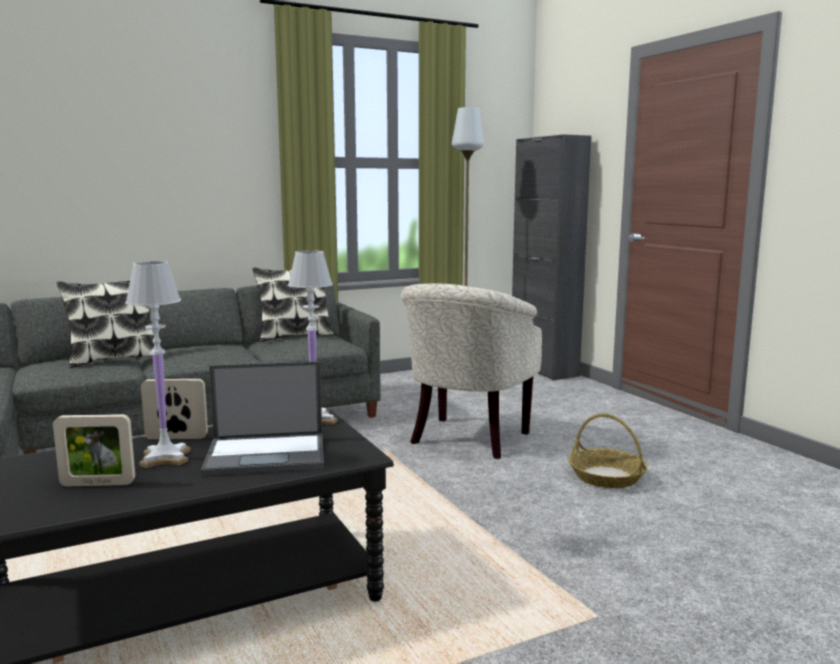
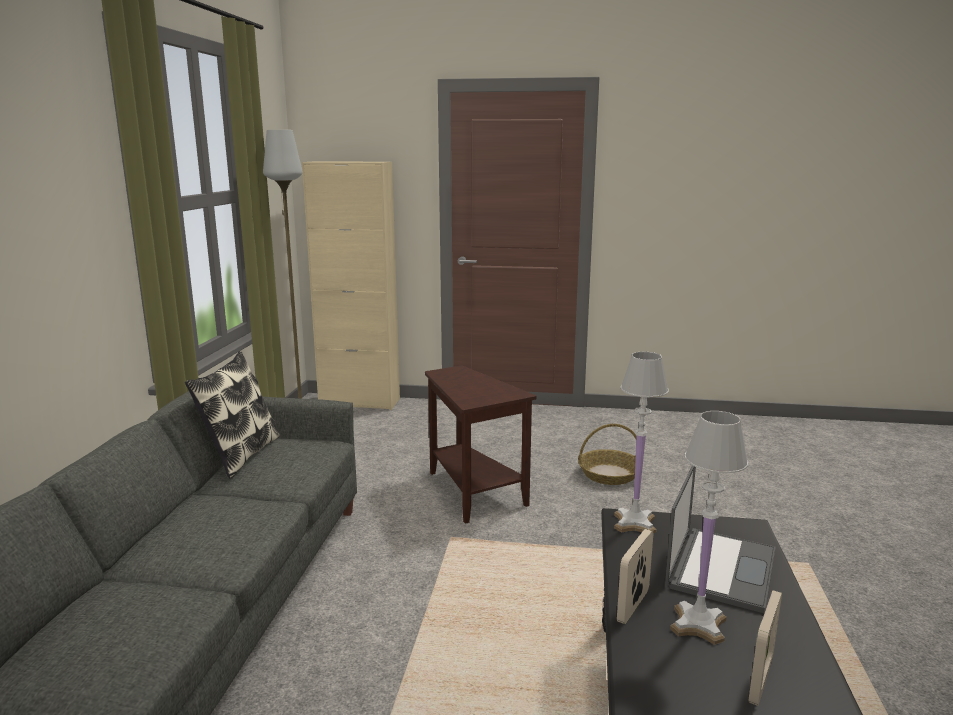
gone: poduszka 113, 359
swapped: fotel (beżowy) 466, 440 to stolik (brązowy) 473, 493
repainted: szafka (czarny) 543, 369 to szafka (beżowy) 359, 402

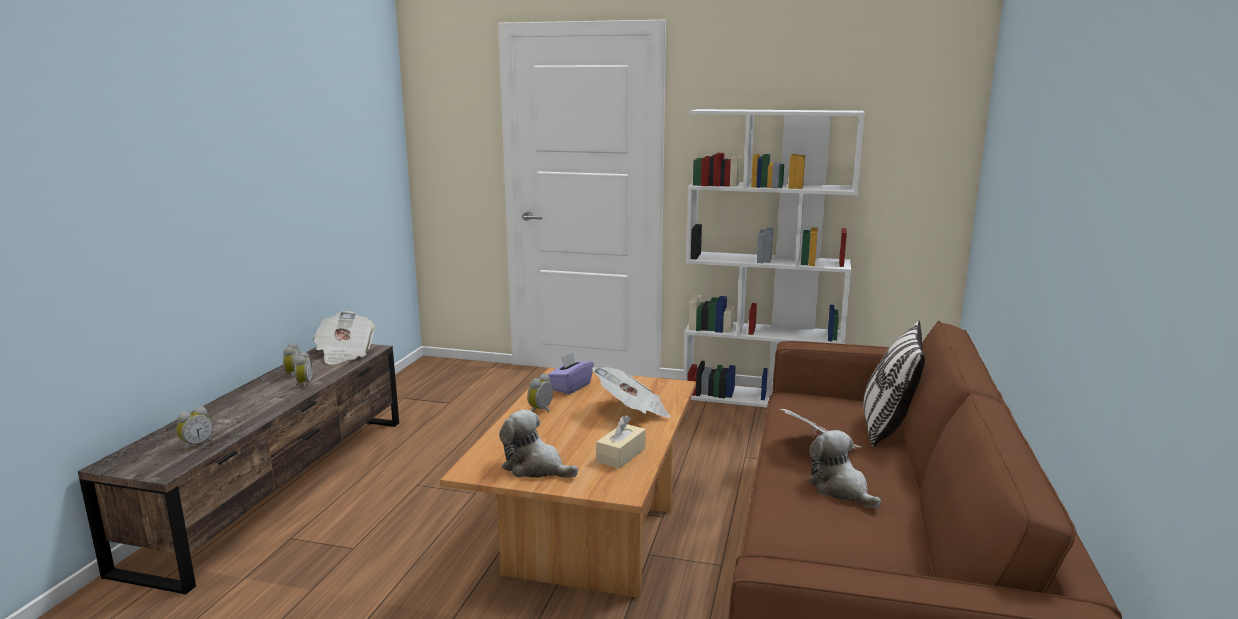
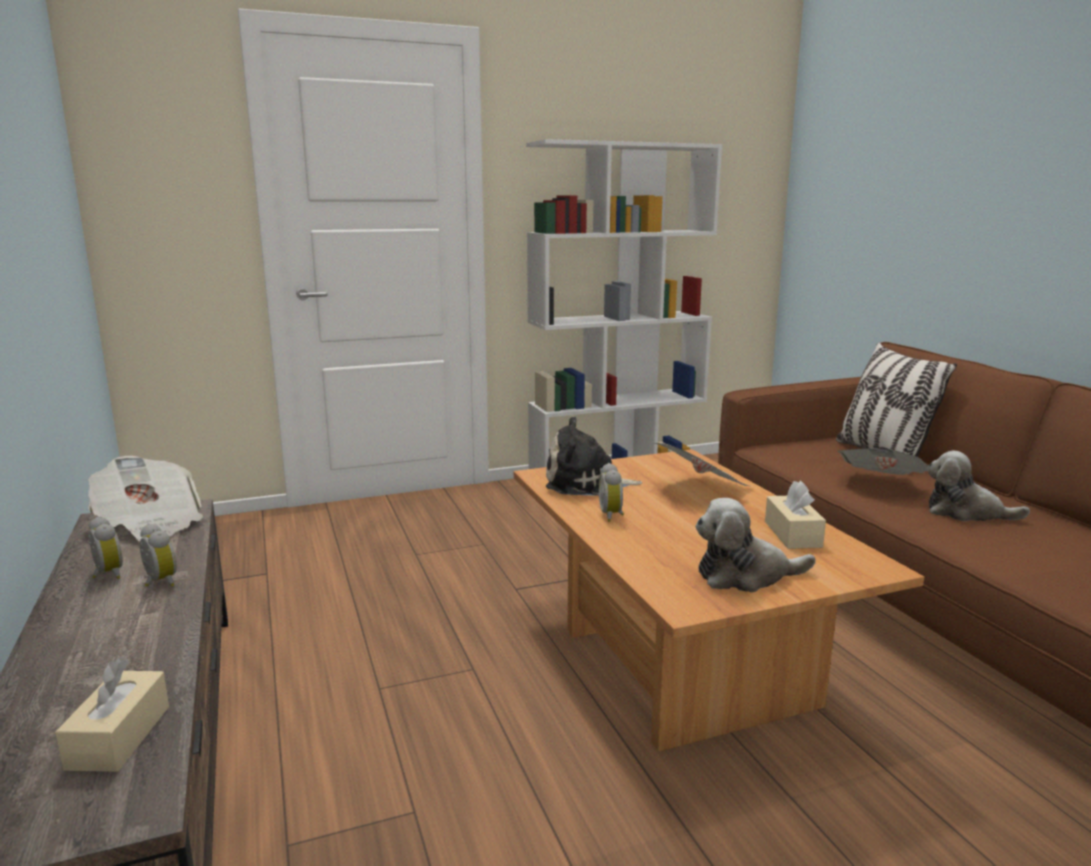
swapped: pudełko chusteczek (fioletowy) 570, 387 to pluszak 585, 484; budzik 196, 445 to pudełko chusteczek (beżowy) 119, 737

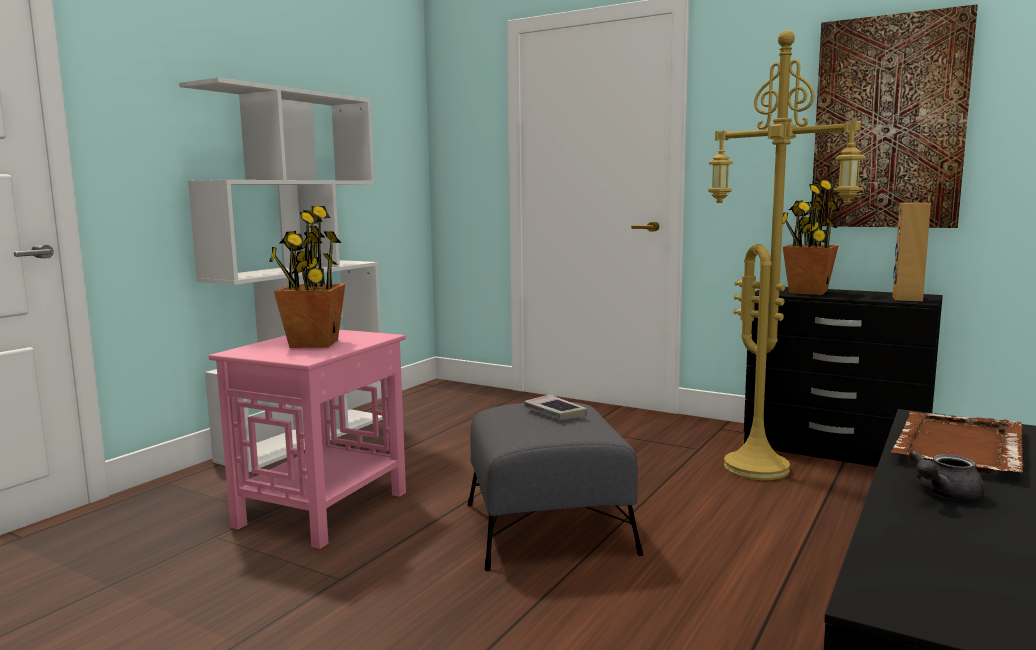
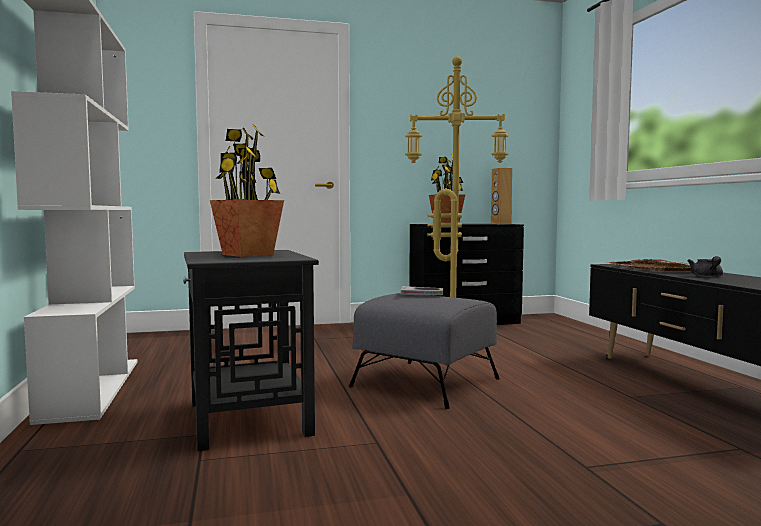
gone: obraz 888, 123
repainted: stolik (różowy) 321, 510 to stolik (czarny) 248, 419

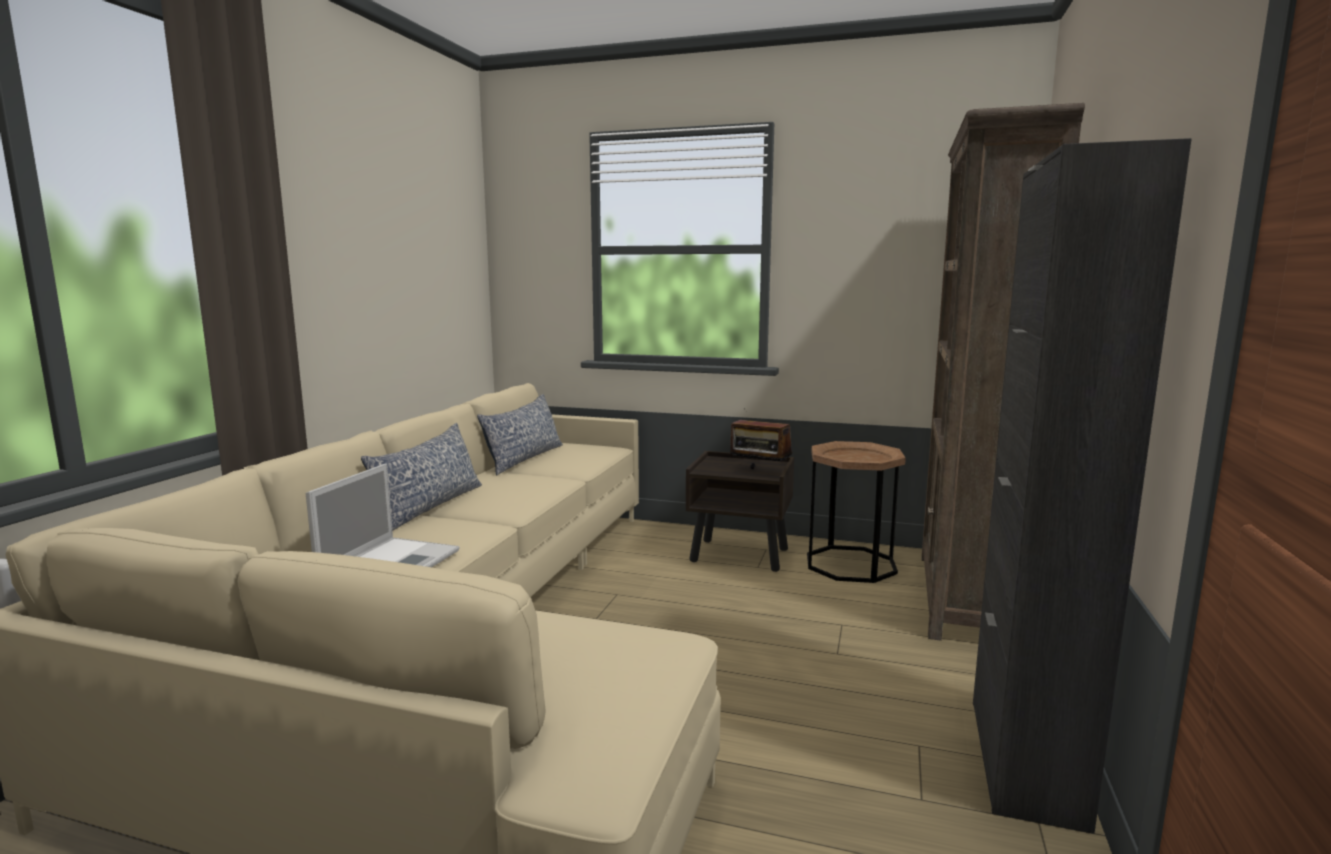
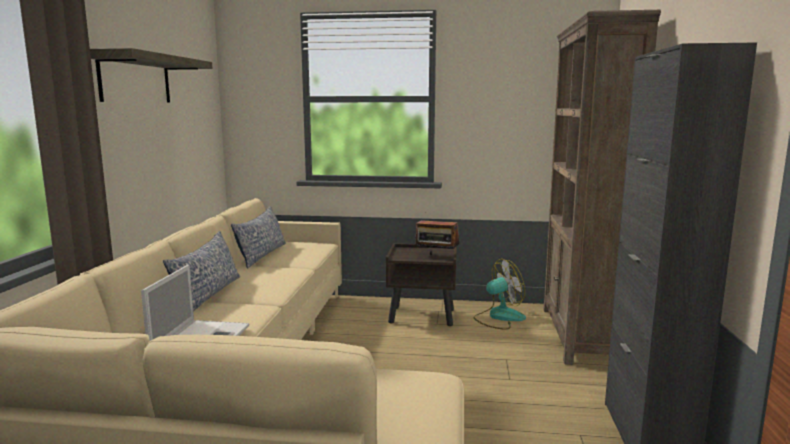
new: półka 135, 79
swapped: stolik (brązowy) 850, 564 to wentylator 499, 317

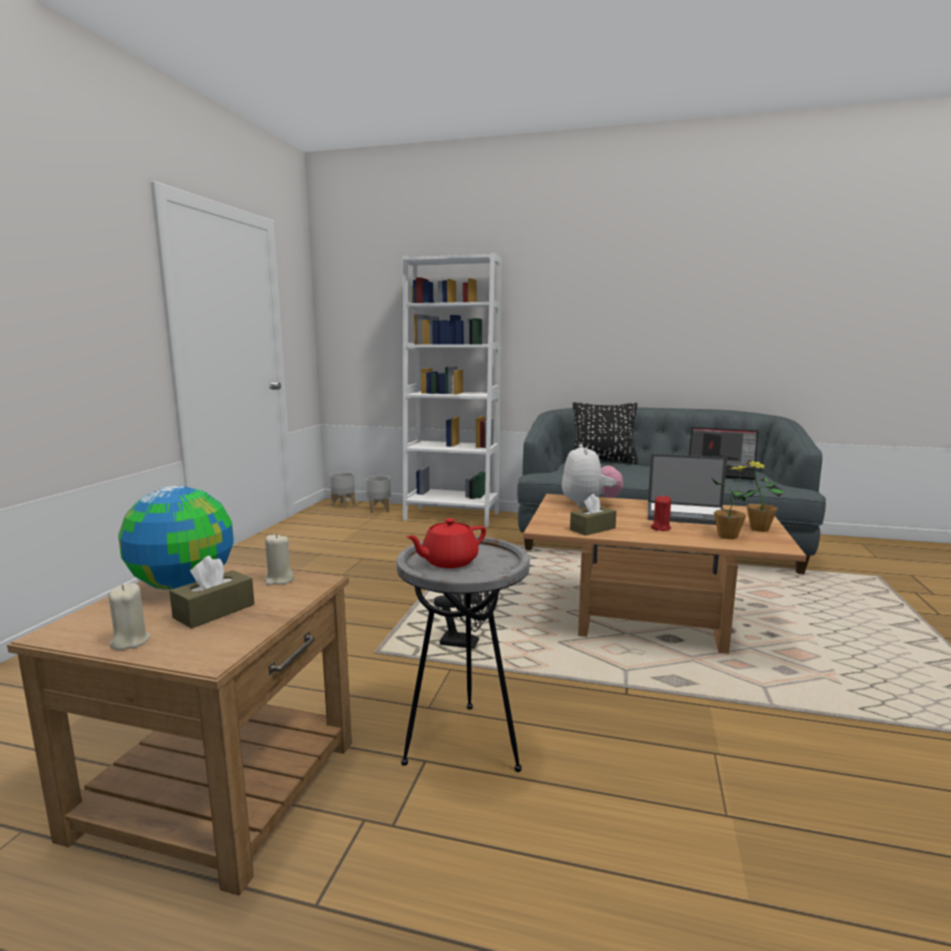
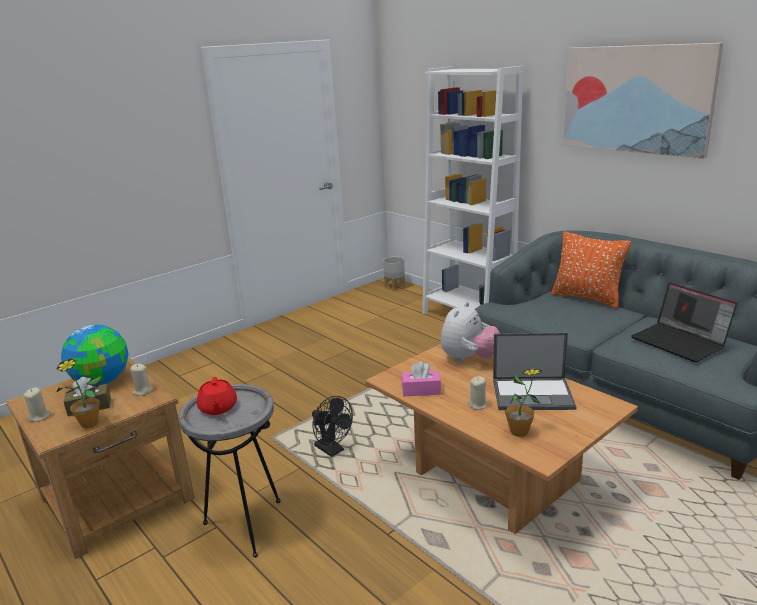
gone: donica (szary) 379, 510
new: obraz 636, 99
shifted: roślina doniczkowa 759, 529 to 89, 423
repainted: poduszka (czarny) 603, 462 to poduszka (pomarańczowy) 587, 298; pudełko chusteczek (brązowy) 592, 529 to pudełko chusteczek (różowy) 421, 390; świeca (czerwony) 660, 528 to świeca (beżowy) 478, 405
rotated: laptop 687, 514 = 533, 394 45 degrees counterclockwise; imbryk (czerwony) 448, 562 = 218, 408 105 degrees counterclockwise

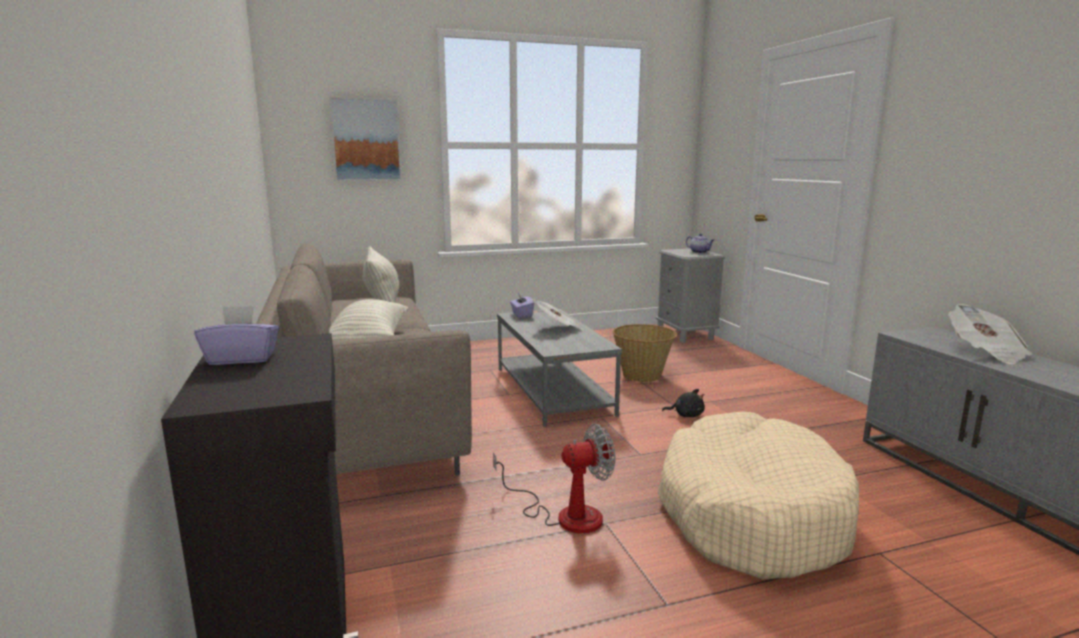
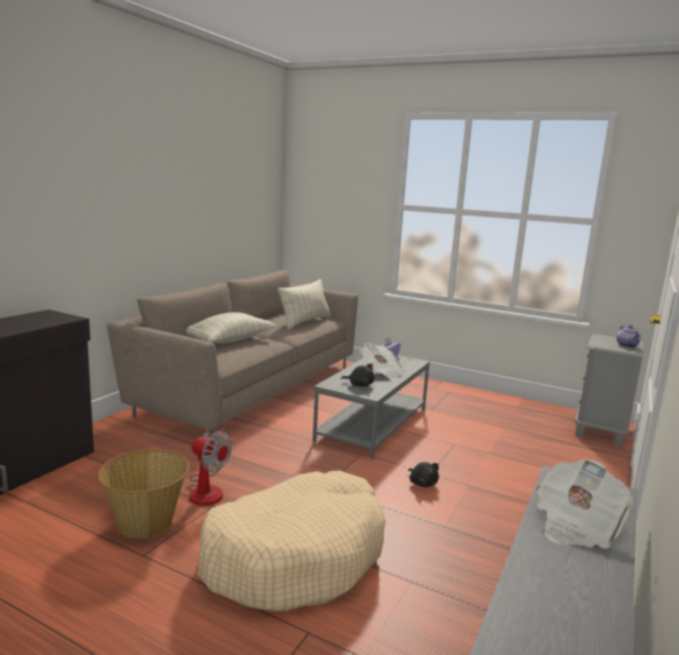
gone: obraz 366, 140; pudełko chusteczek (fioletowy) 242, 359
new: pluszak (czarny) 359, 385
shifted: koszyk 642, 375 to 146, 523

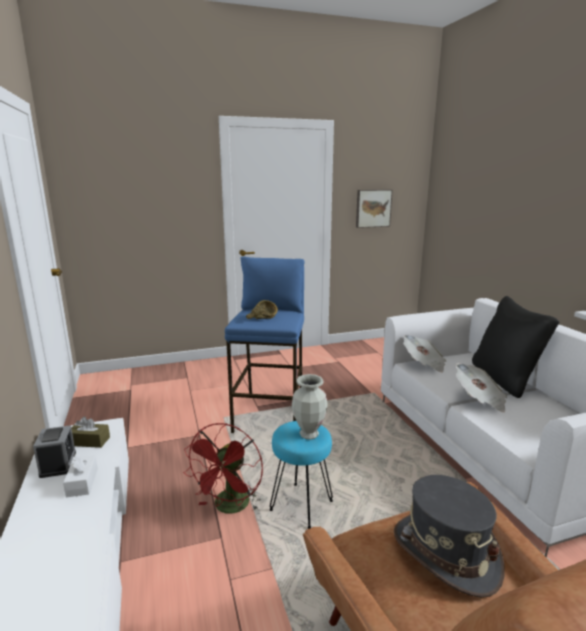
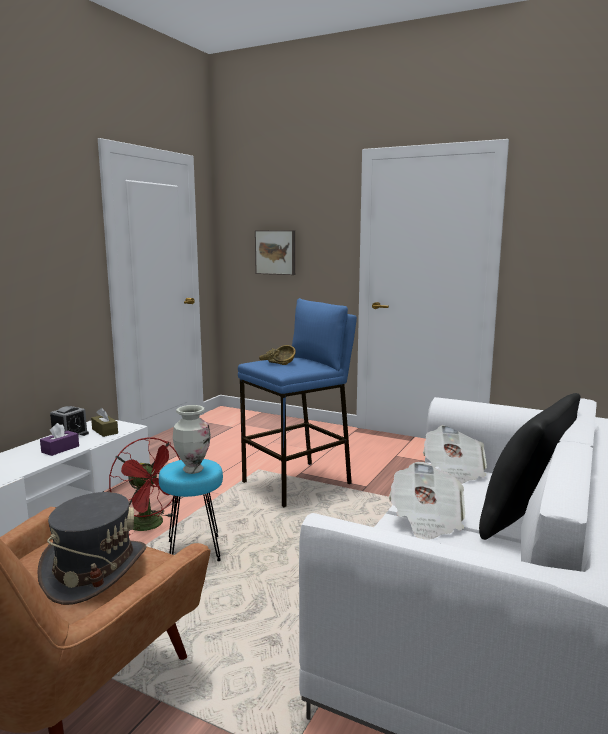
shifted: obraz 373, 208 to 276, 252
repainted: pudełko chusteczek (biały) 82, 482 to pudełko chusteczek (fioletowy) 60, 449
rotated: wentylator (czerwony) 229, 508 = 151, 526 105 degrees counterclockwise

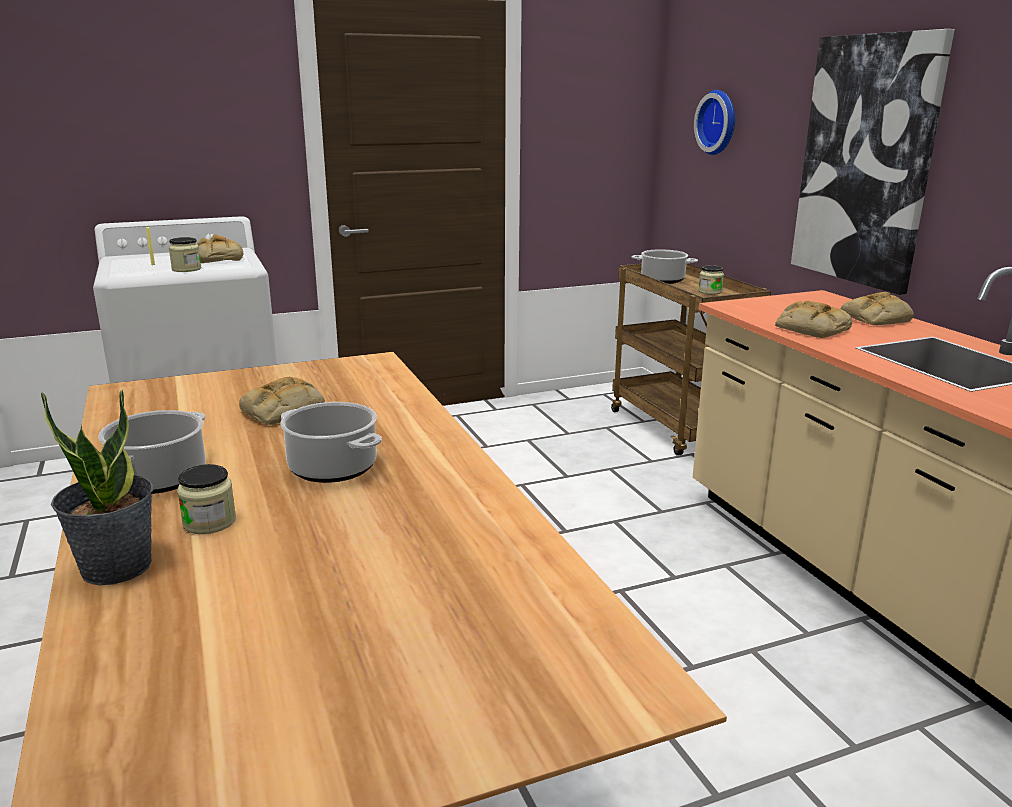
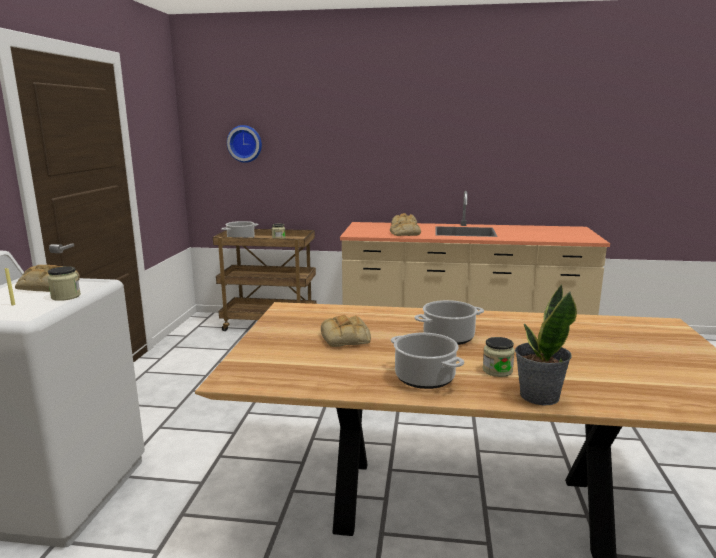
gone: obraz 866, 161

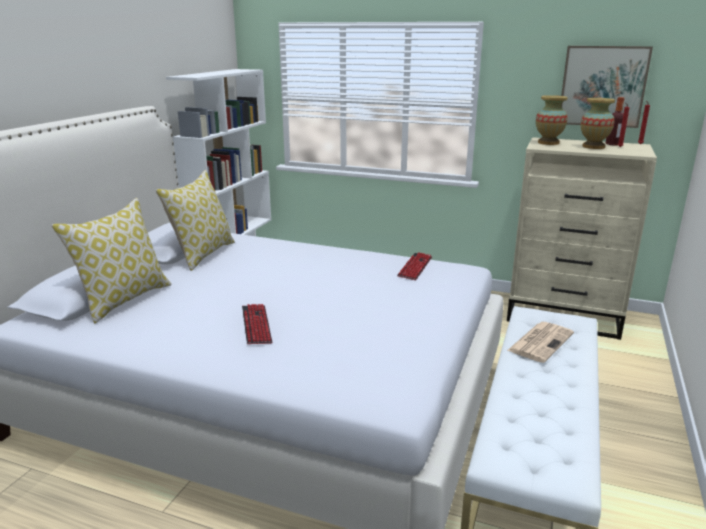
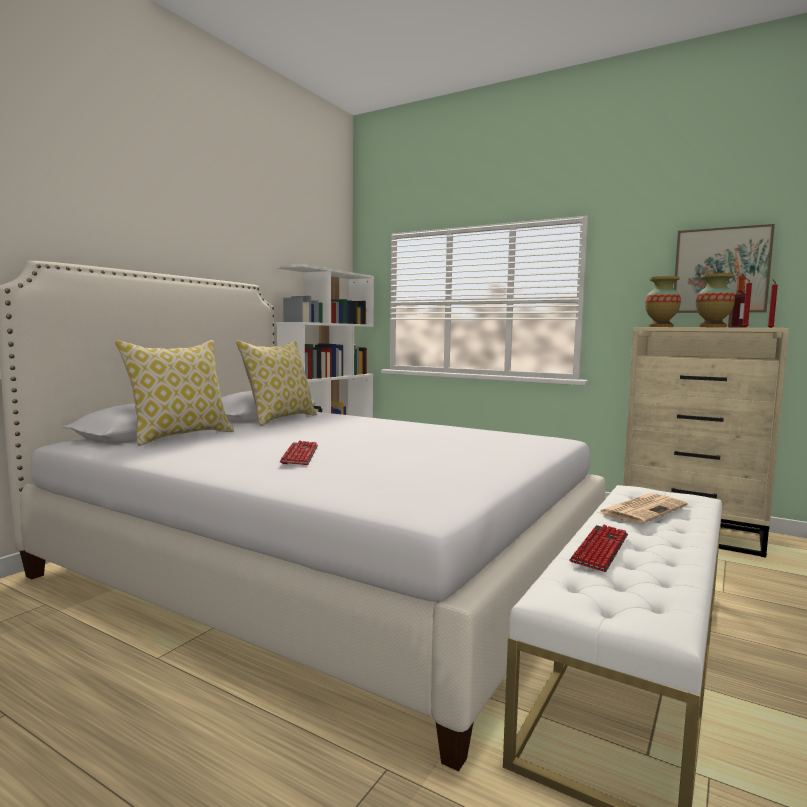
shifted: klawiatura 415, 267 to 600, 549

